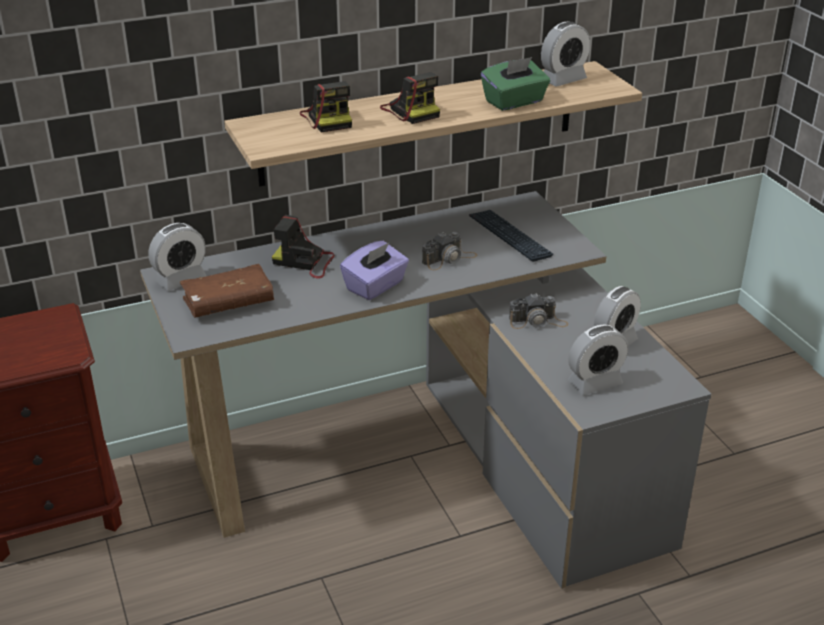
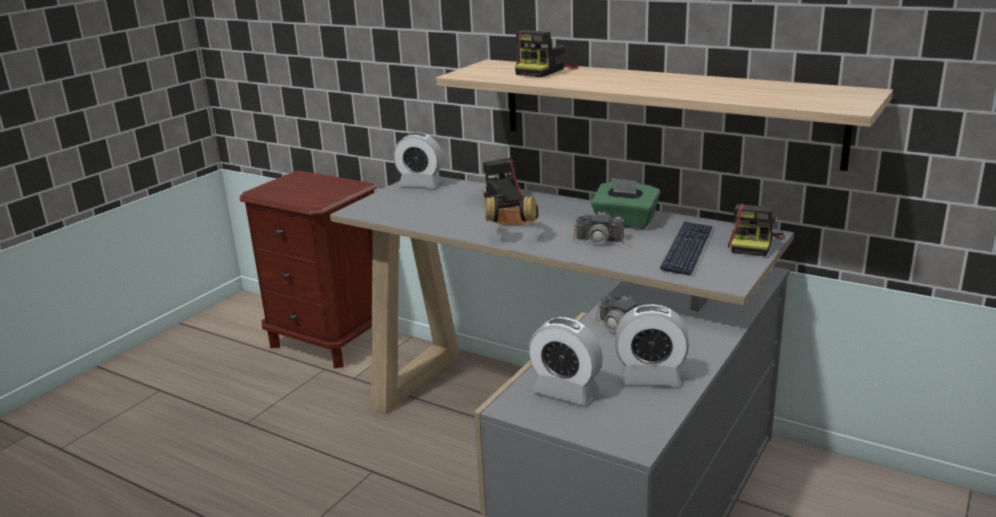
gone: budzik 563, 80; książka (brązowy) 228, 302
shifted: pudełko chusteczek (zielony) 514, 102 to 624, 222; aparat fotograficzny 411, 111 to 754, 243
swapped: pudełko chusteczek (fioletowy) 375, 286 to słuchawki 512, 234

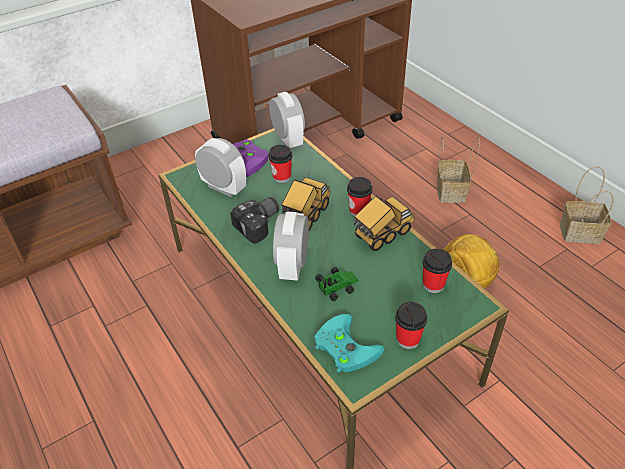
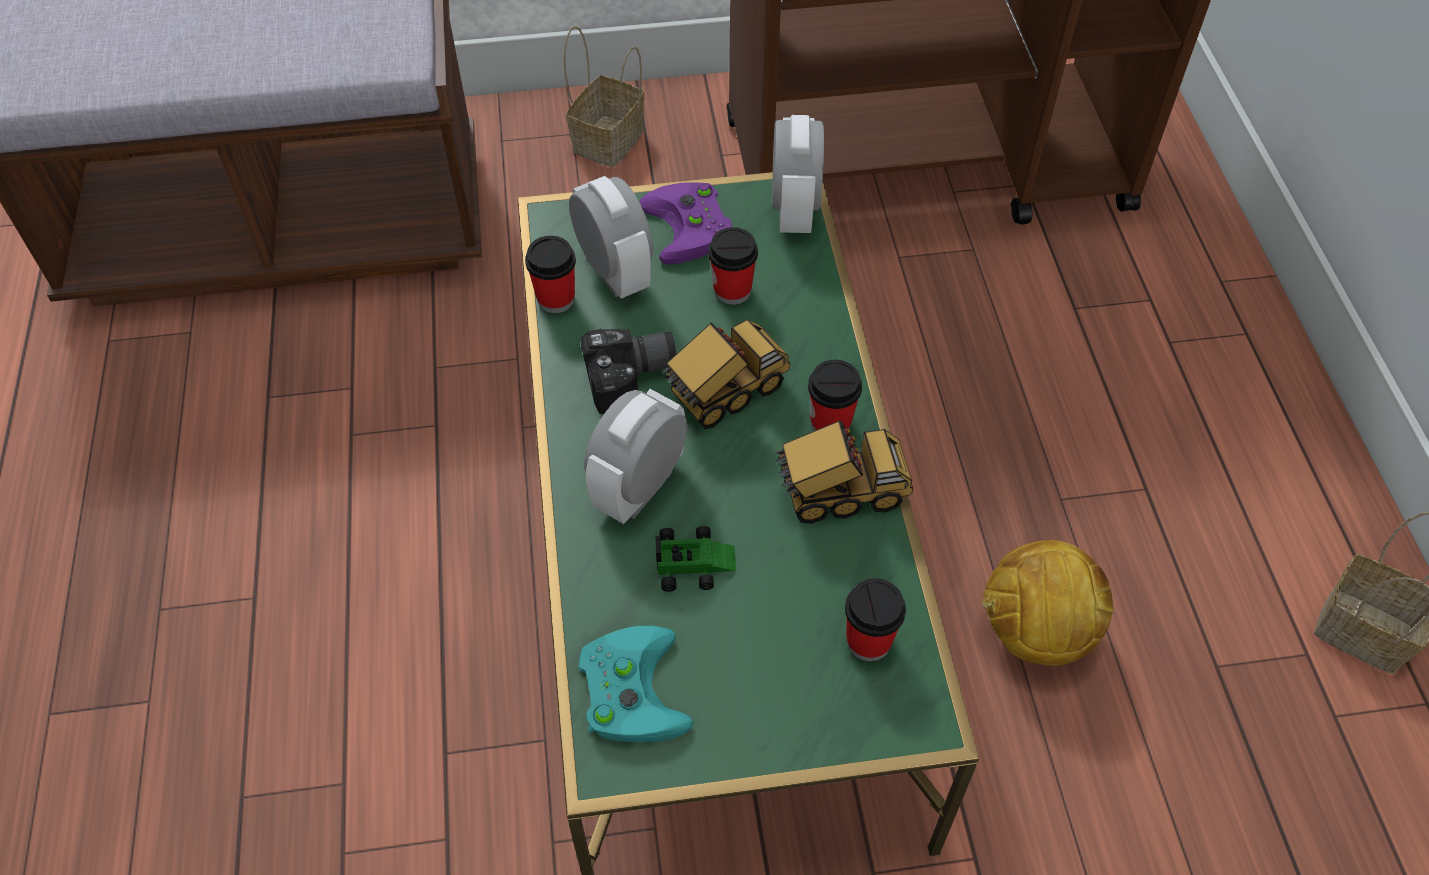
shifted: koszyk 451, 192 to 608, 143; filiżanka 408, 339 to 556, 299

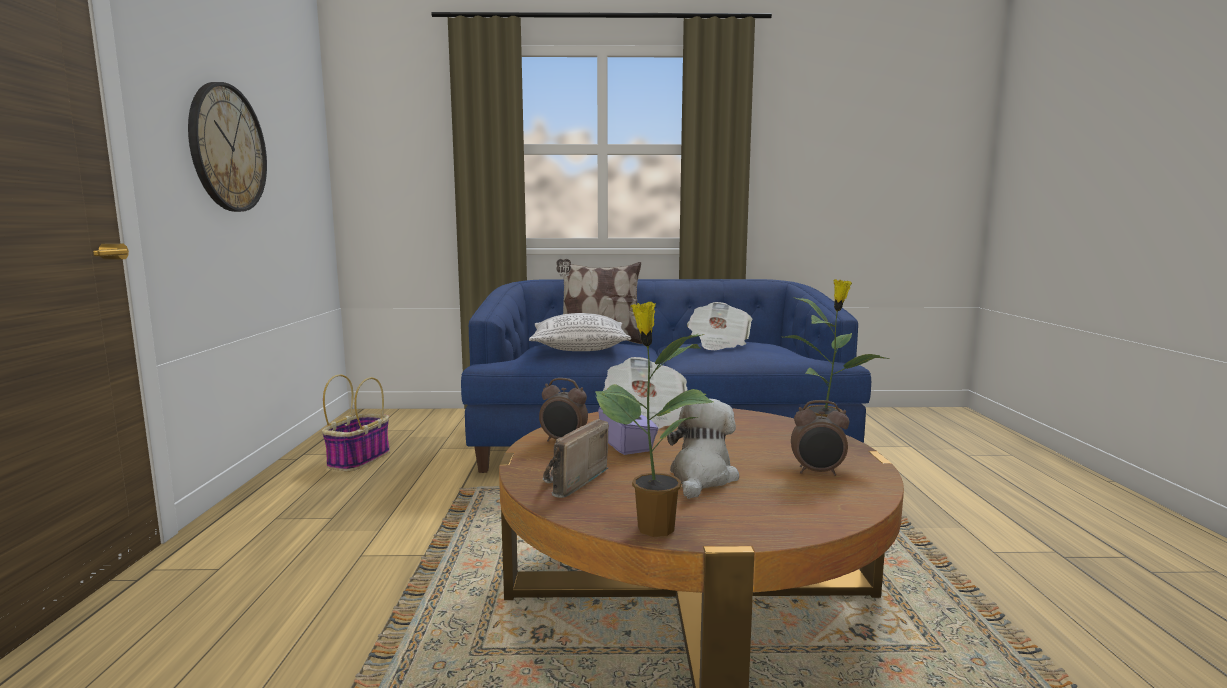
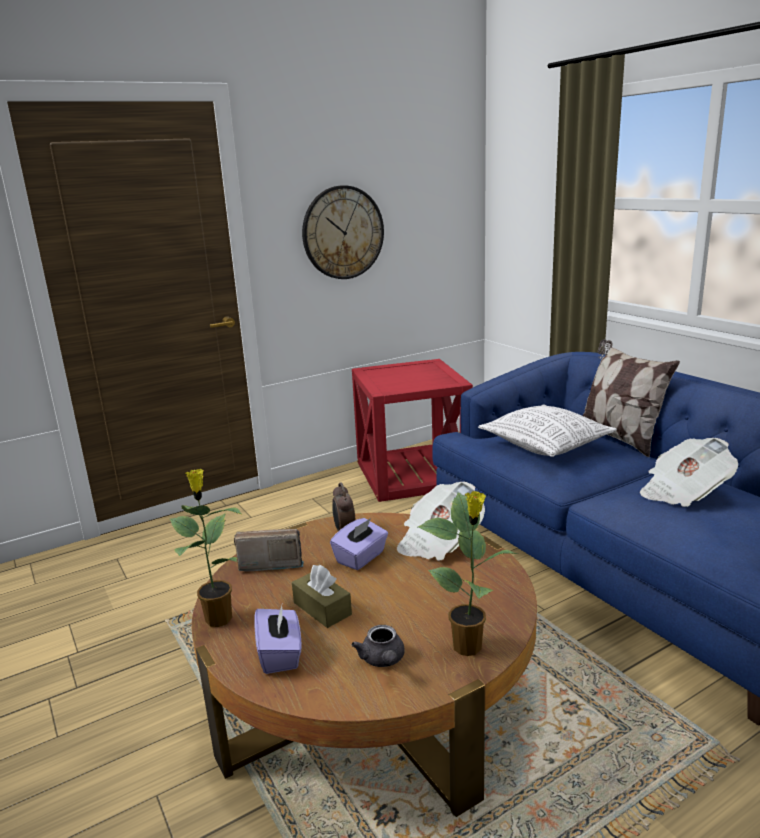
new: pudełko chusteczek (fioletowy) 280, 654
swapped: koszyk 359, 459 to stolik (czerwony) 412, 474; pluszak 701, 477 to pudełko chusteczek (brązowy) 322, 608; budzik 817, 472 to imbryk (szary) 383, 660

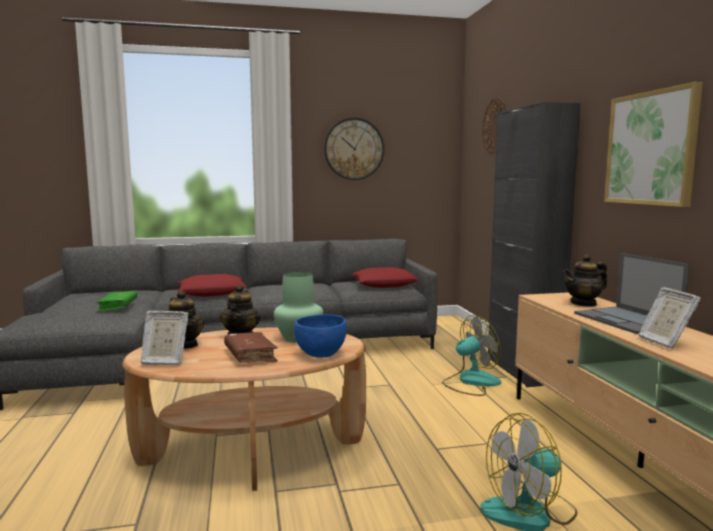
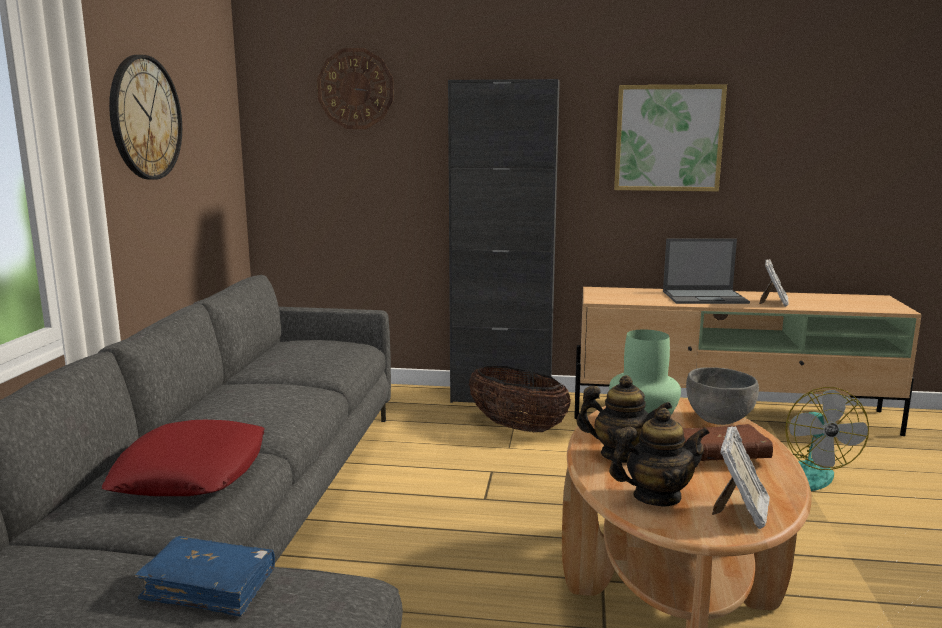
gone: imbryk 584, 303; poduszka (czerwony) 384, 284
swapped: wentylator 470, 382 to koszyk 517, 427
repainted: książka (zielony) 117, 306 to książka (niebieski) 209, 587; miska (niebieski) 320, 354 to miska (szary) 718, 420
rotated: ramka na zdjęcie 664, 342 = 774, 303 75 degrees counterclockwise

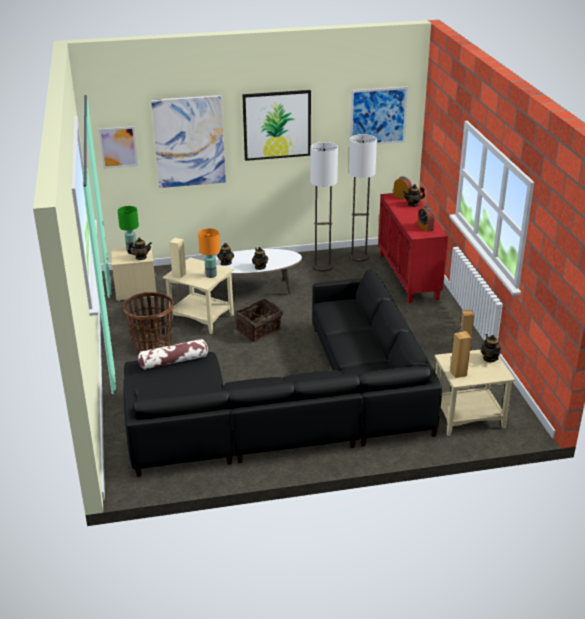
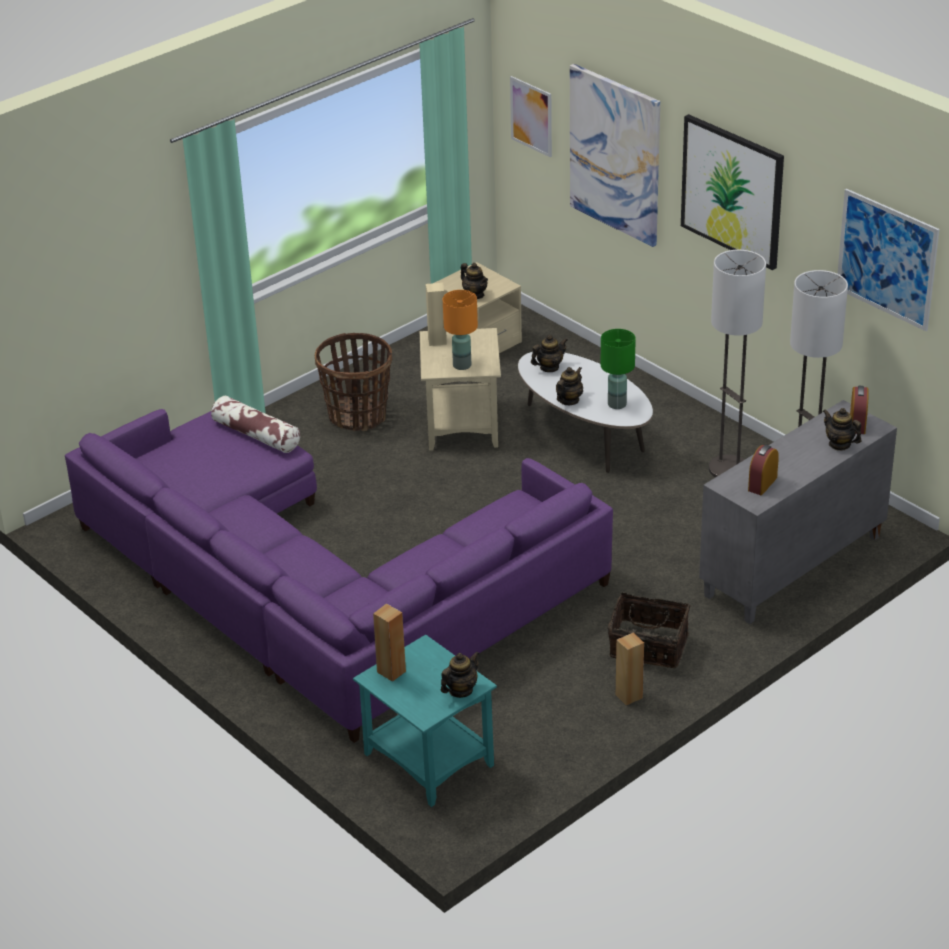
shifted: lampa stołowa (zielony) 132, 249 to 617, 404; koszyk 259, 330 to 648, 648
repainted: szafka (czerwony) 409, 277 to szafka (szary) 793, 567; kanapa (czarny) 291, 405 to kanapa (fioletowy) 318, 586; stolik (beżowy) 468, 417 to stolik (turkusowy) 427, 760

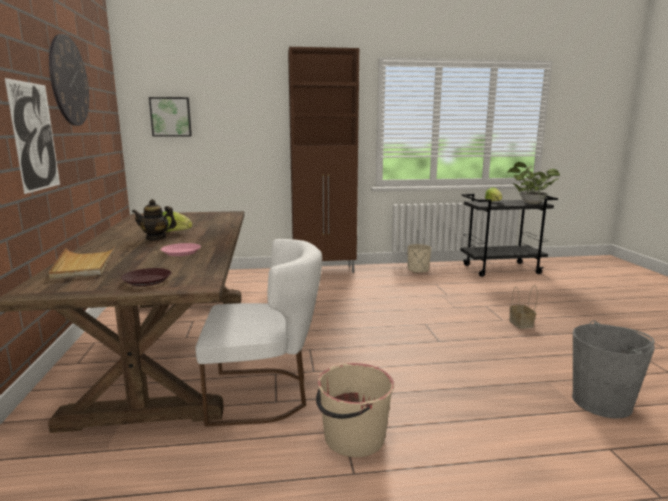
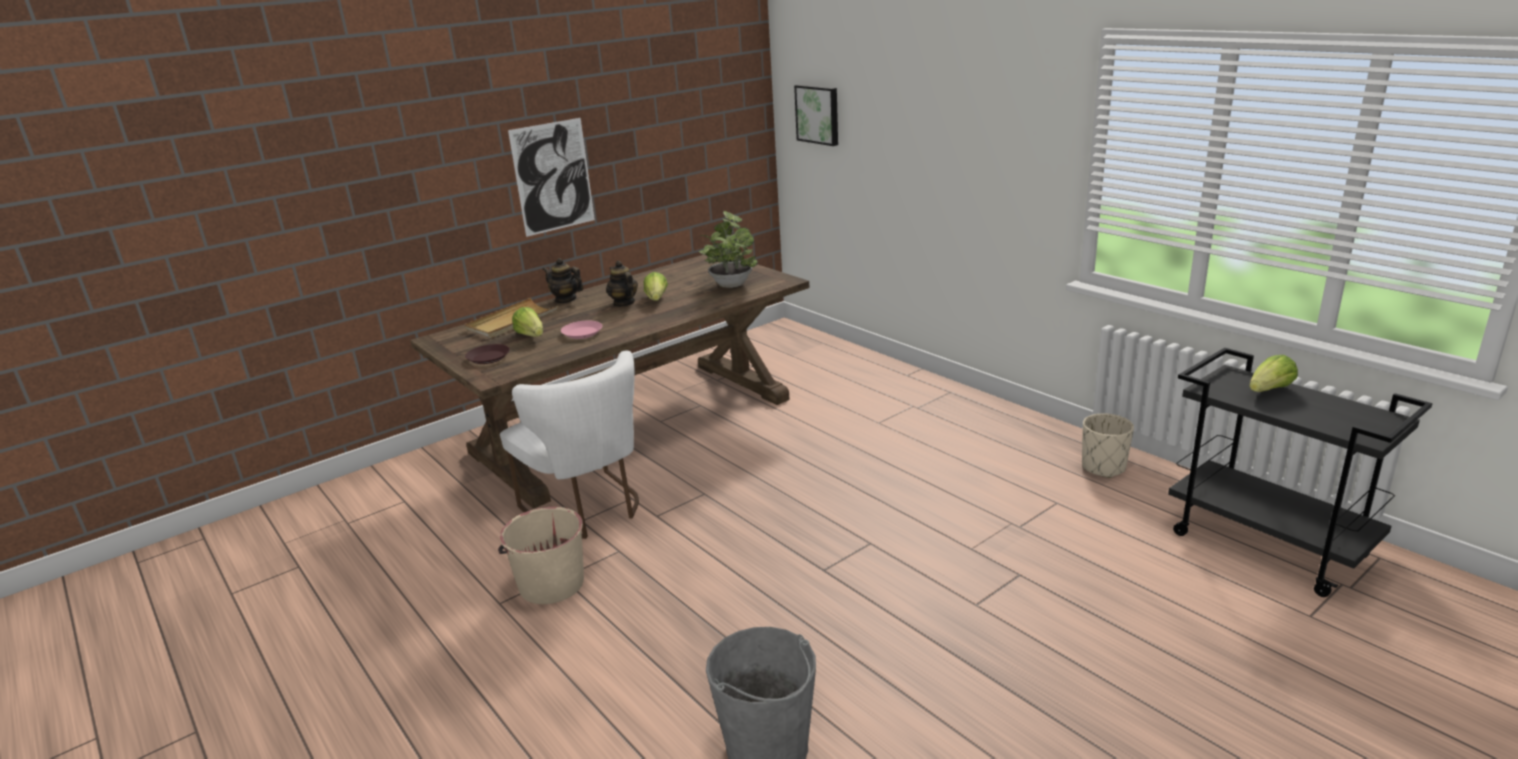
gone: zegar ścienny 69, 81; szafka (brązowy) 325, 270; koszyk 522, 324
new: imbryk 565, 300; sałata 531, 335
shifted: roślina doniczkowa 529, 203 to 731, 283

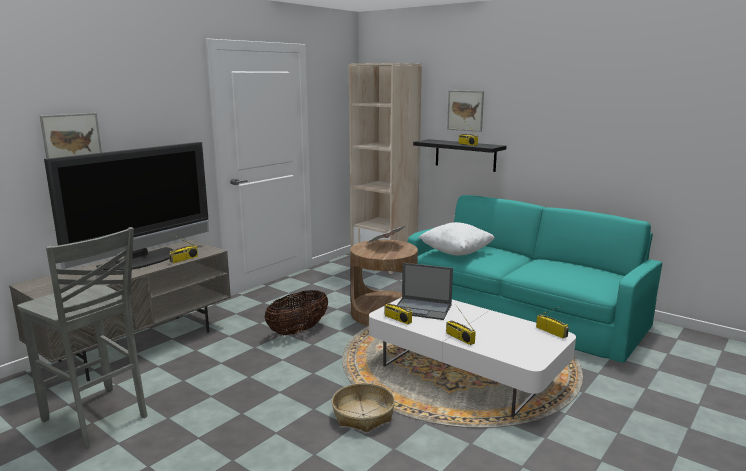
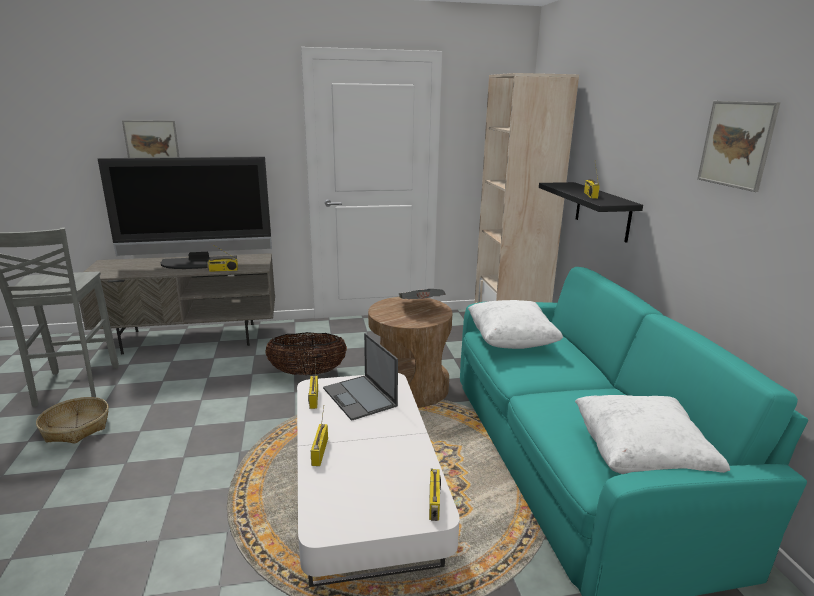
new: poduszka (biały) 640, 458
shifted: obraz 465, 110 to 736, 144; koszyk 363, 415 to 76, 428

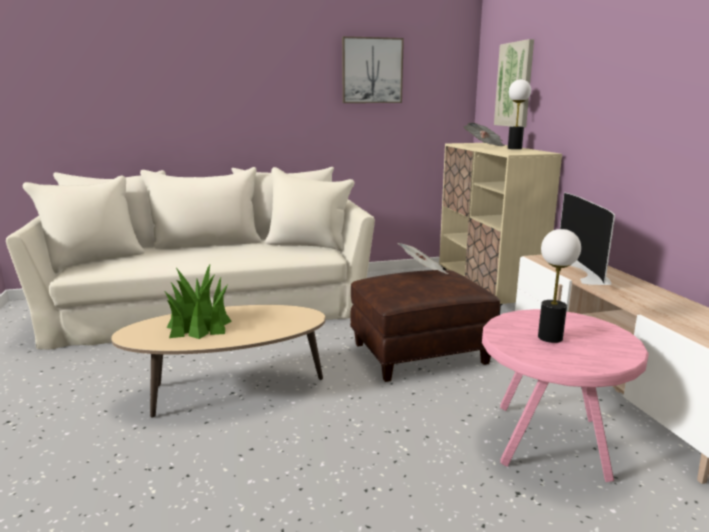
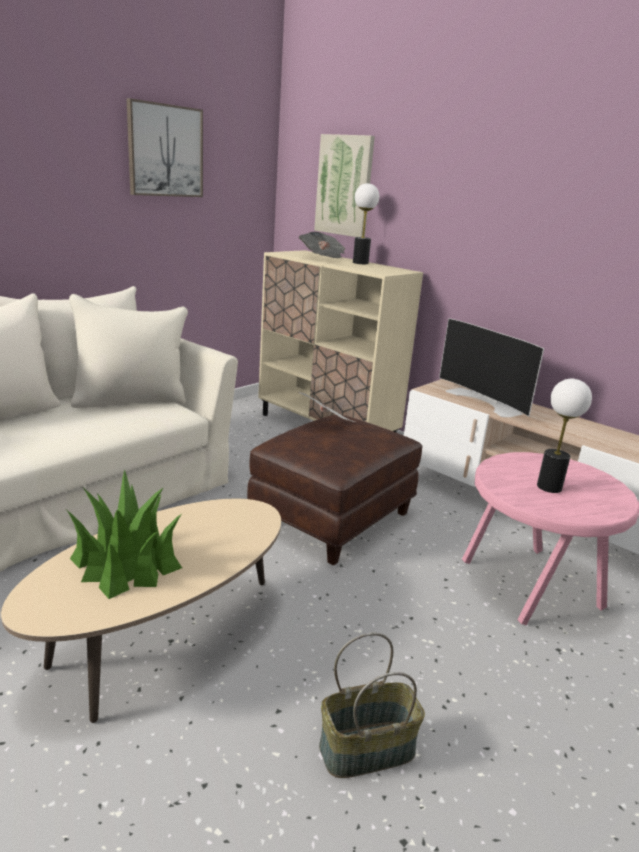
new: koszyk 367, 748

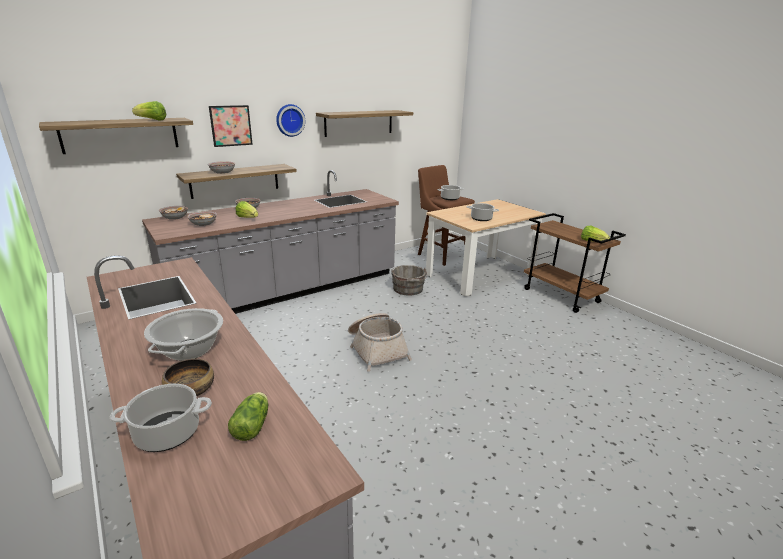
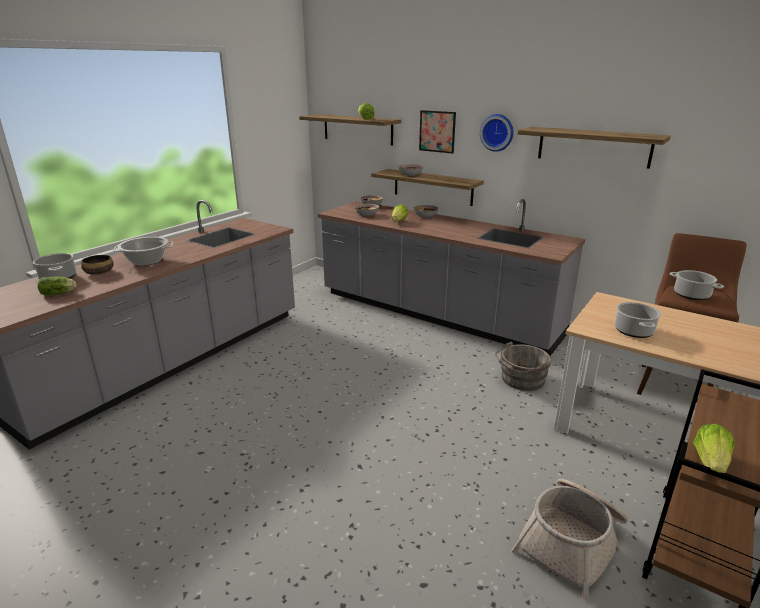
shifted: koszyk 377, 349 to 572, 542

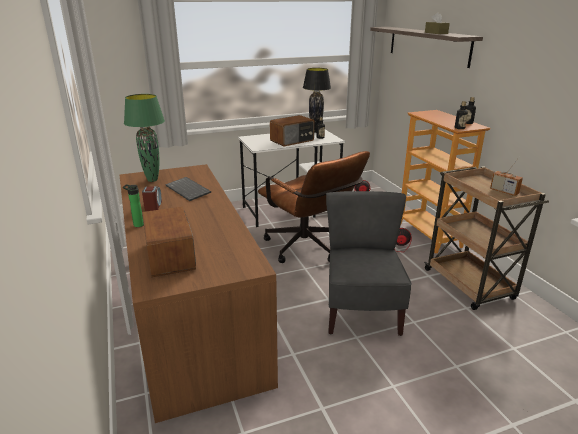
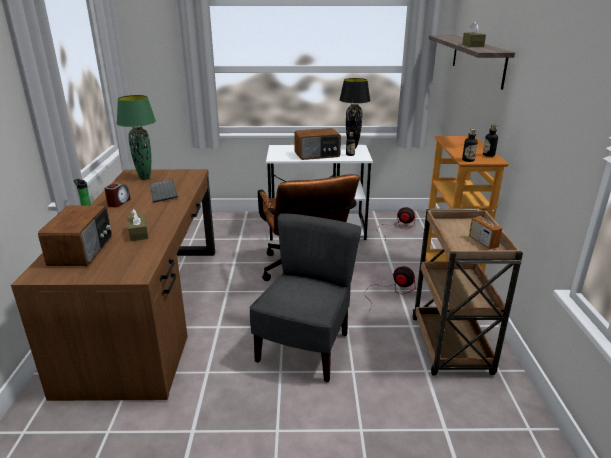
new: pudełko chusteczek (brązowy) 138, 233

